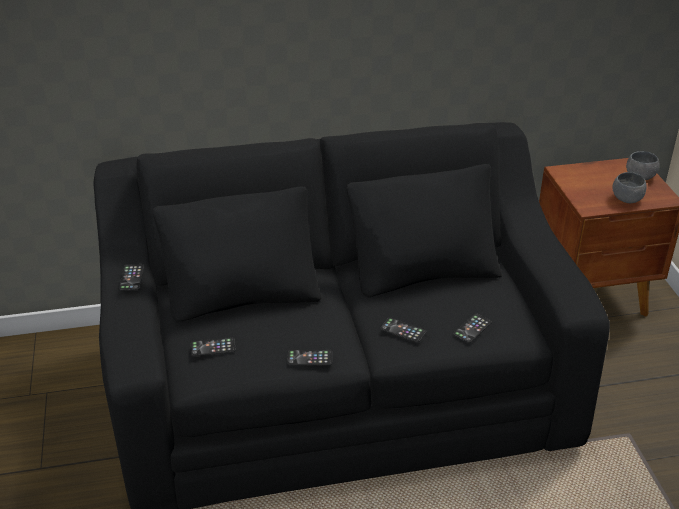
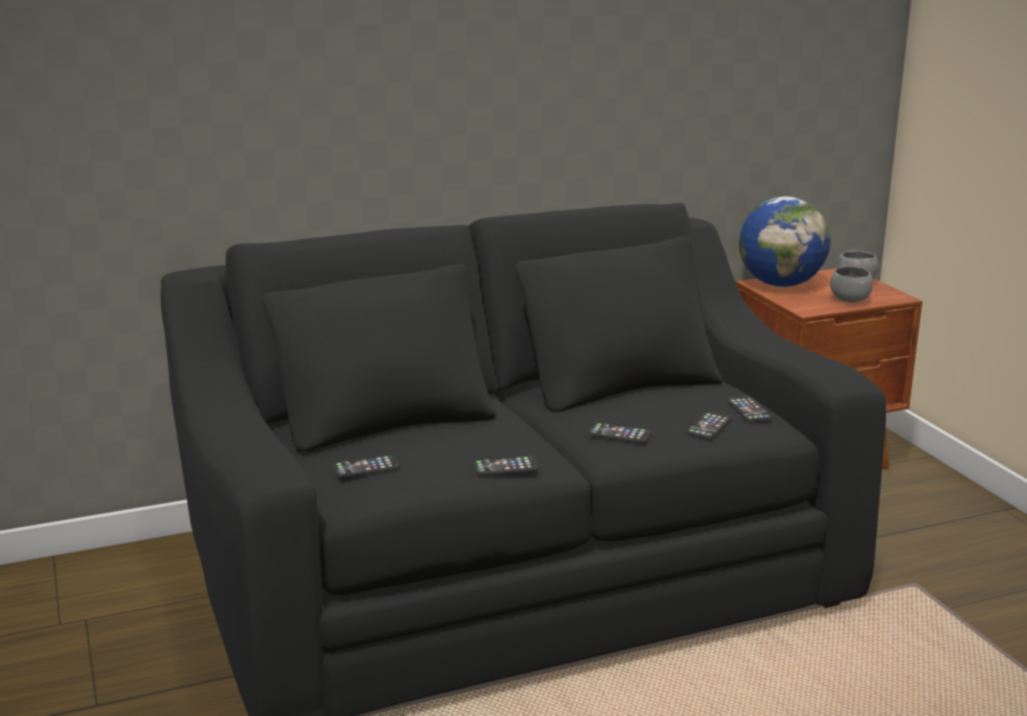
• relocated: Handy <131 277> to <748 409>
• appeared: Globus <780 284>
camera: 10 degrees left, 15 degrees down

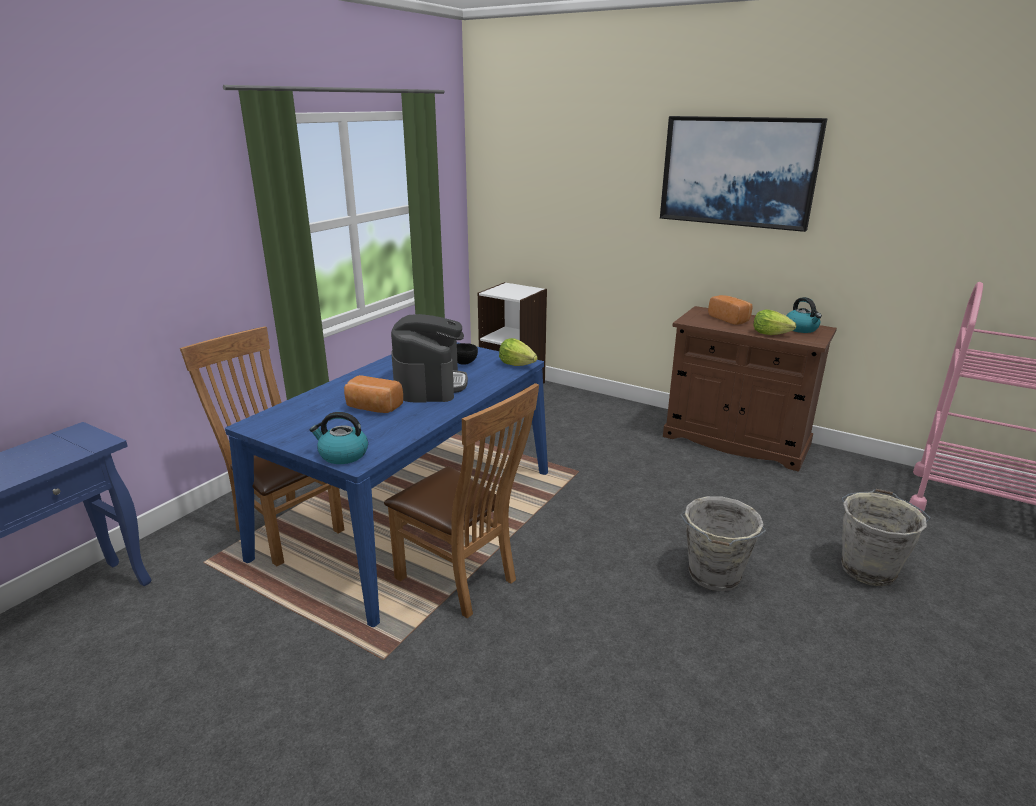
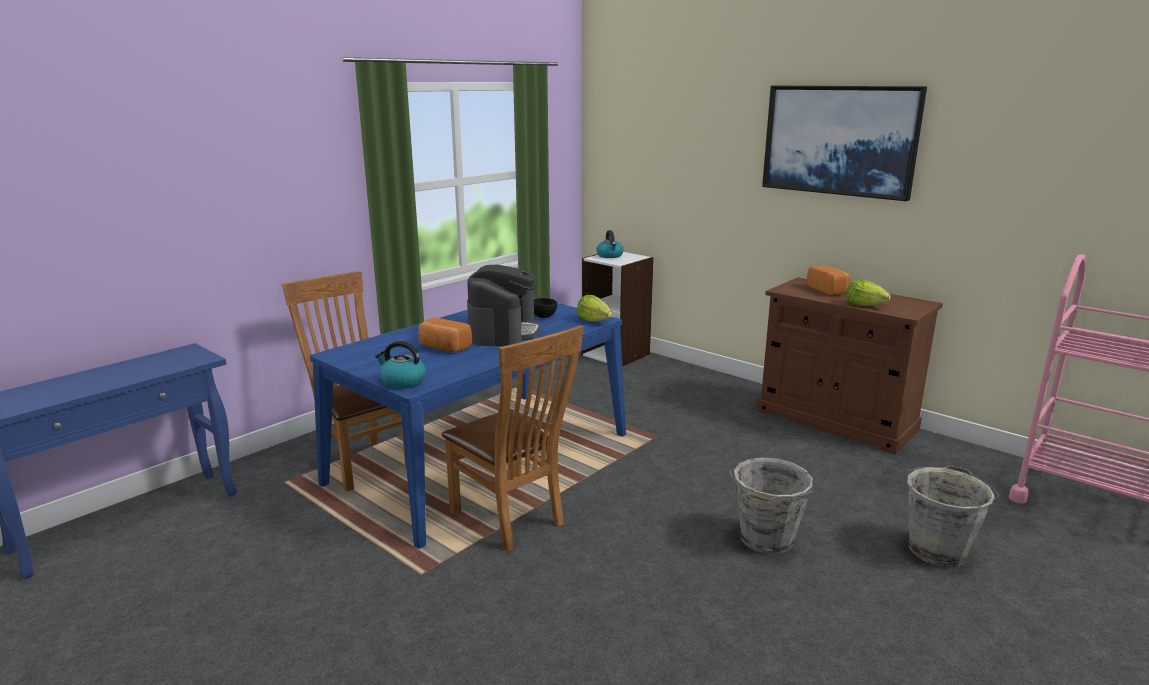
• relocated: Wasserkessel <801 329> to <610 256>
camera: 10 degrees right, 5 degrees down

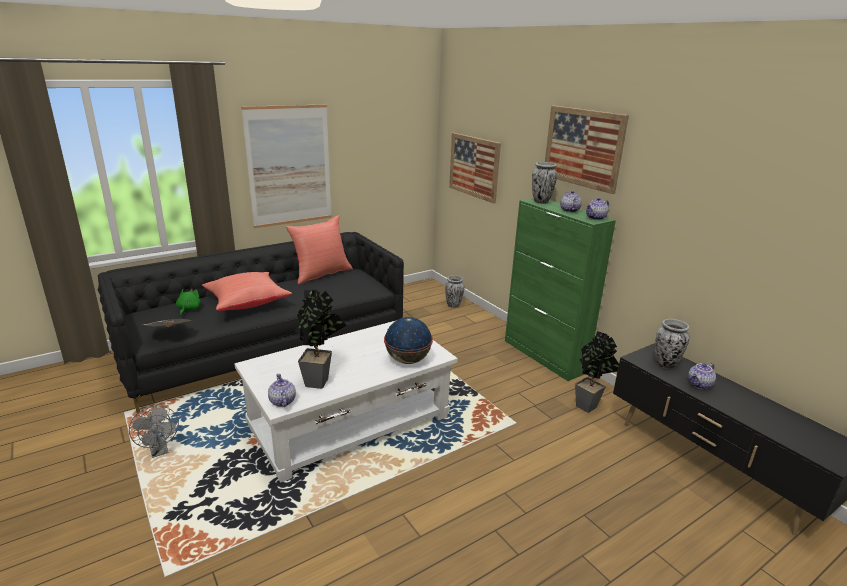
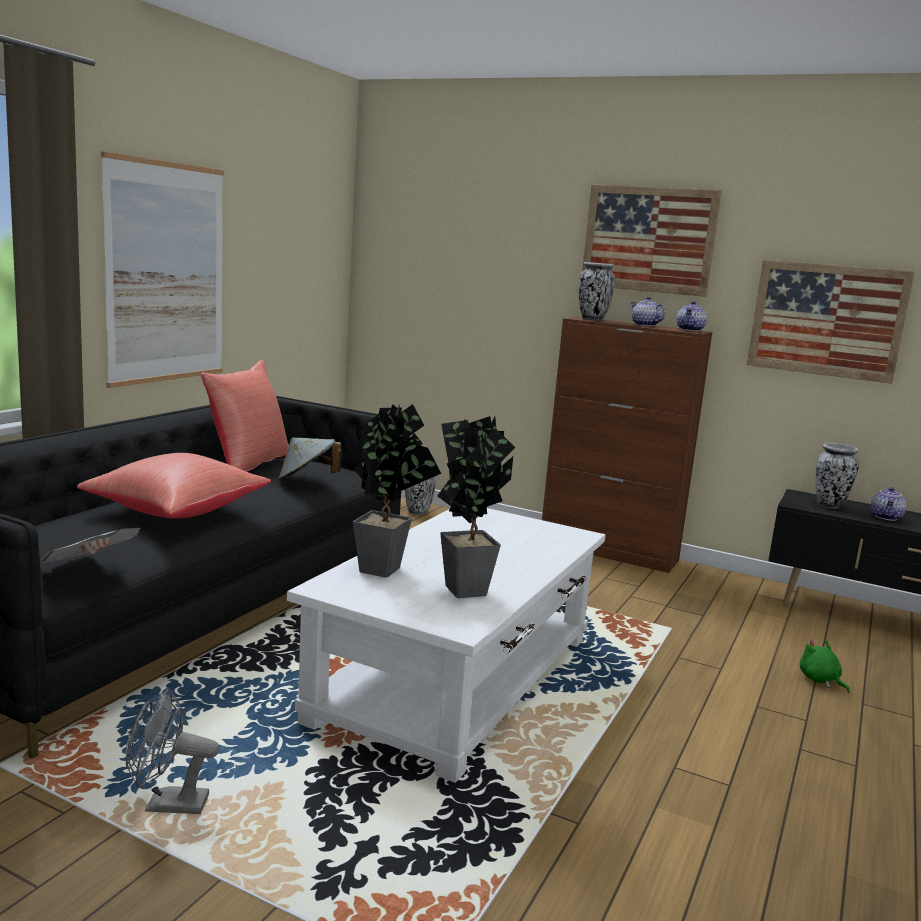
• relocated: Bild <474 166> to <826 320>
• colour: Schrank/grün <544 356> to Schrank/braun <609 552>
• relocated: Plüschtier/grün <188 309> to <820 680>
• missing: Globus <408 360>
• relocated: Topfpflanze <589 406> to <386 568>
• missing: Teekanne <282 401>
• spun: Ventilator/grau <160 451> = <167 805> 150 degrees clockwise
• appeared: Hut/grau <307 480>
camera: 30 degrees left, 10 degrees down

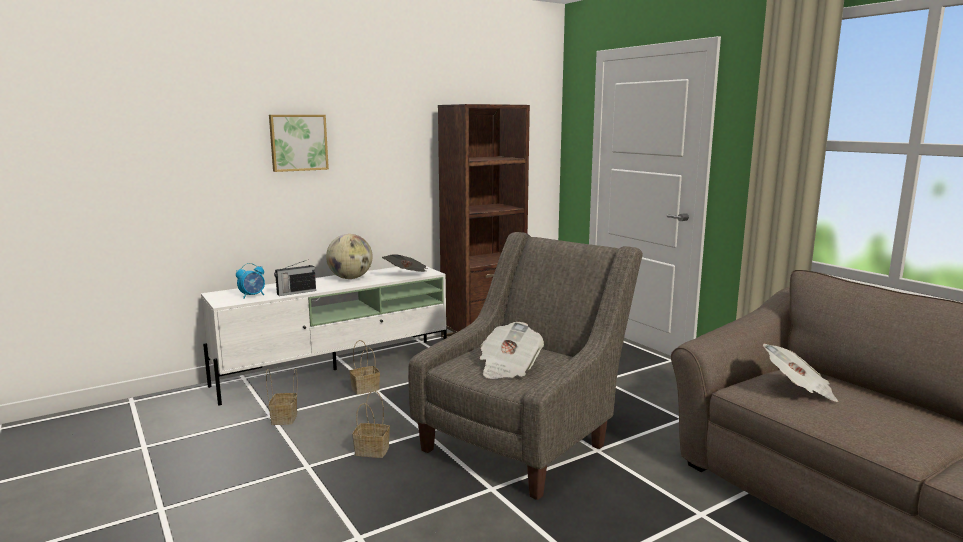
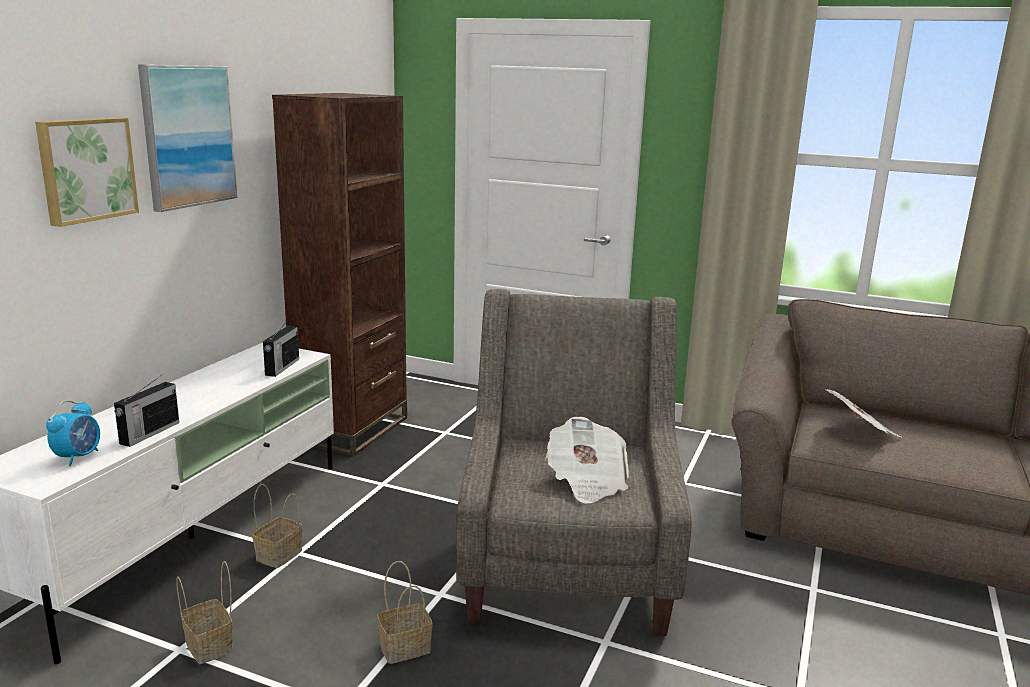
• missing: Globus <350 278>
• exchanged: Zeitung <407 276> to Radio <281 367>
• appeared: Bild <188 136>
camera: 35 degrees left, 5 degrees up

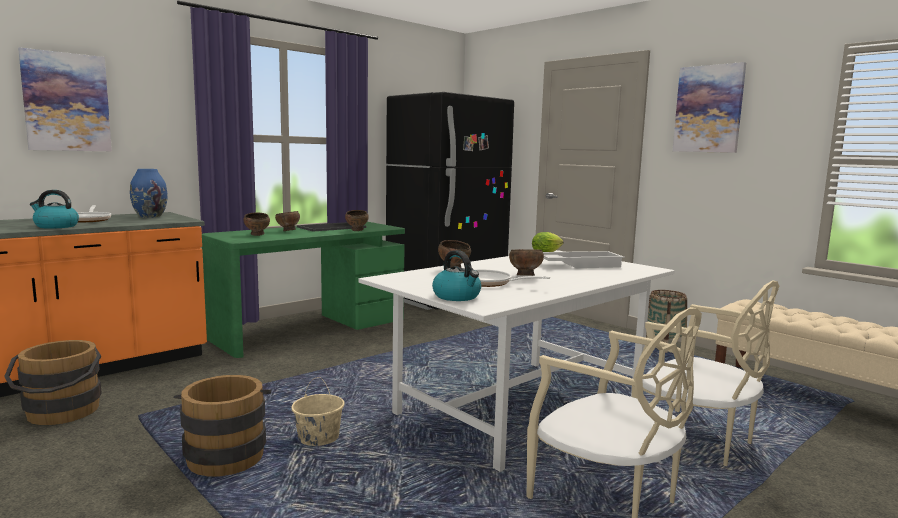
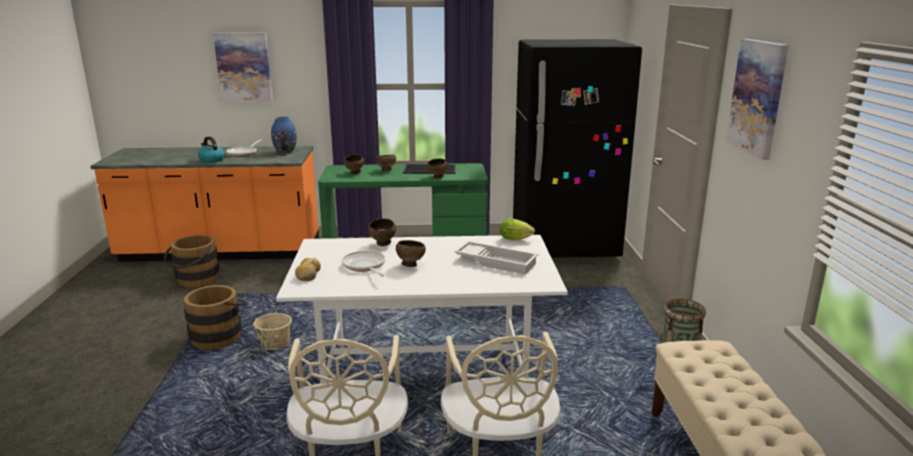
• exchanged: Wasserkessel <457 296> to Brot <308 275>
camera: 40 degrees right, 10 degrees up

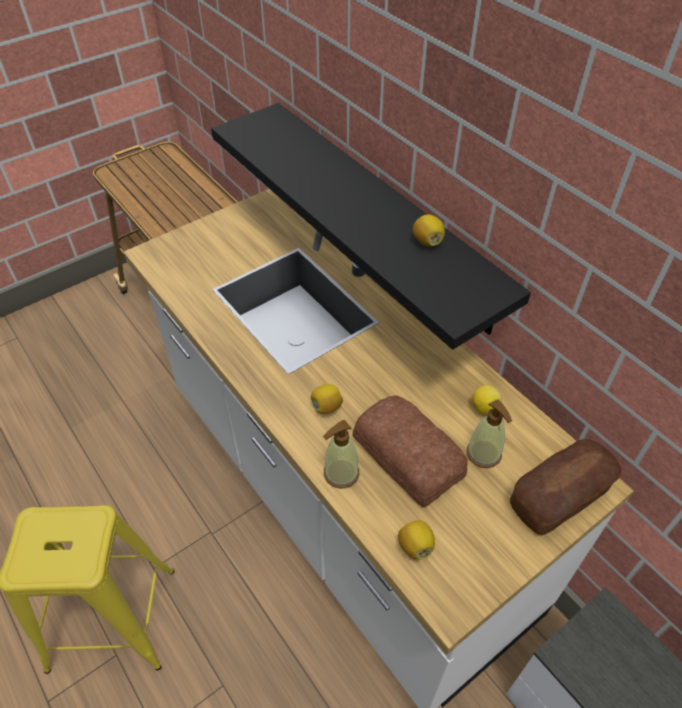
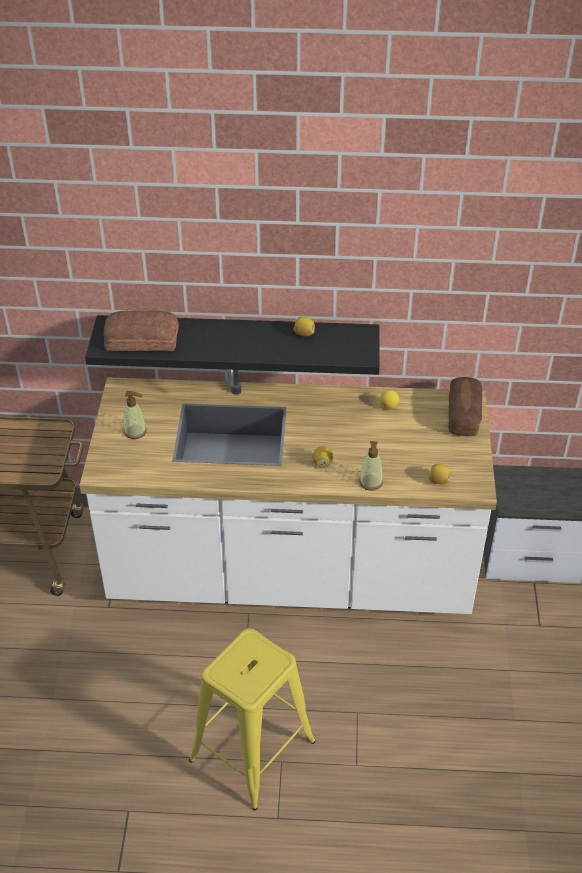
• relocated: Brot <408 454> to <141 338>
• relocated: Seifenspender <484 454> to <135 432>
camera: 50 degrees left, 5 degrees down

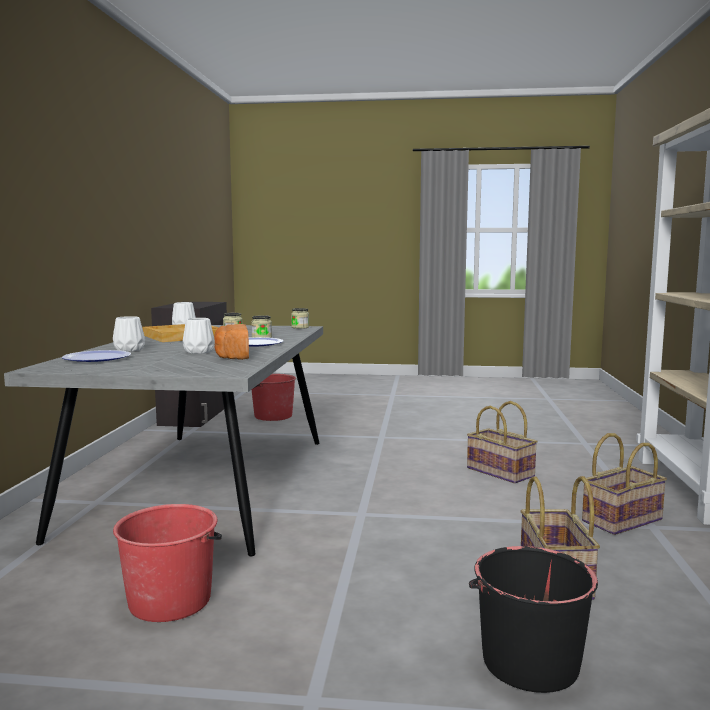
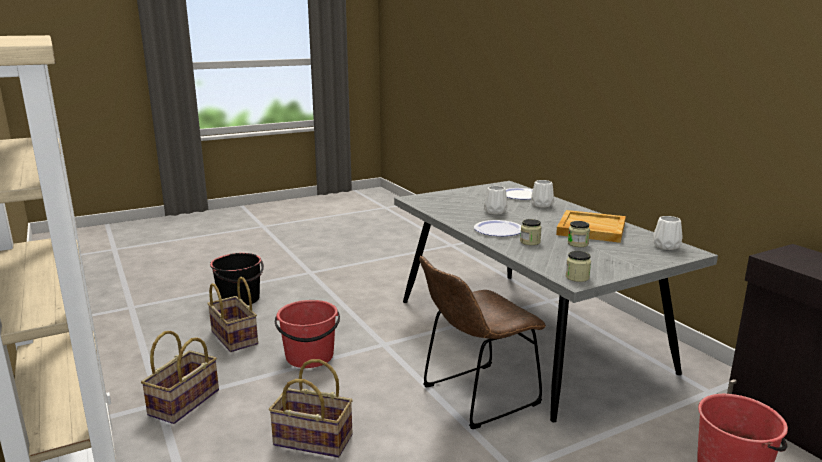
• missing: Brot <231 356>
• relocated: Eimer/rot <171 600> to <309 357>
• appeared: Stuhl/braun <475 397>
camera: 145 degrees right, 10 degrees up

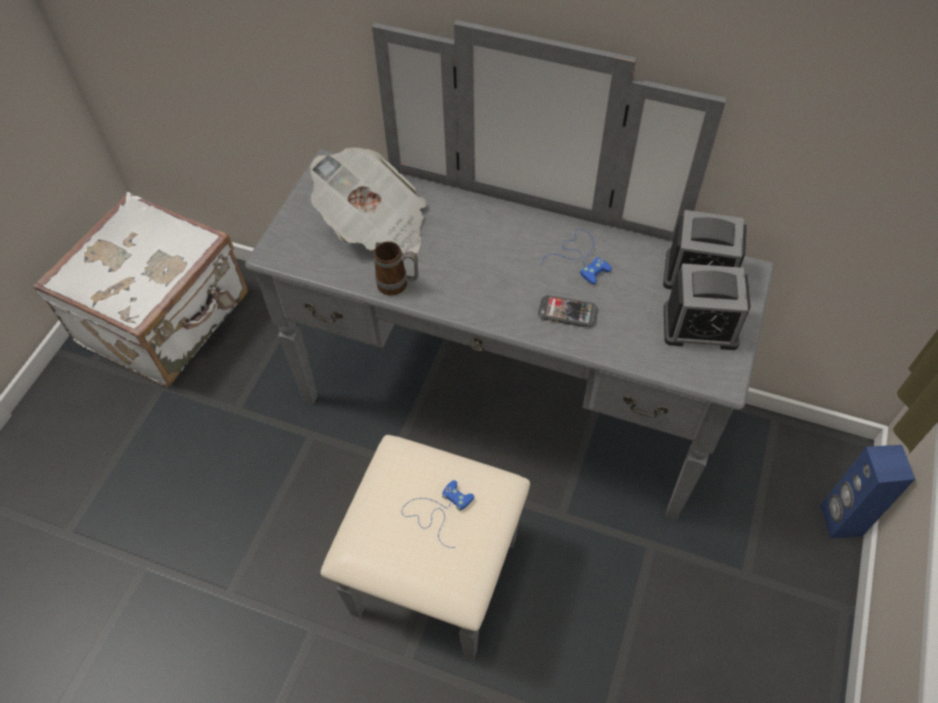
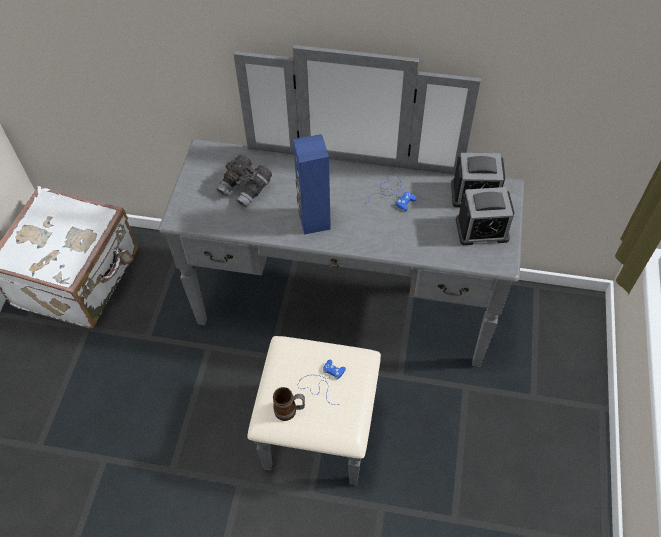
• exchanged: Zeitung <375 224> to Fernglas/grau <245 188>
• relocated: Henkelbecher <398 285> to <290 411>
• missing: Handy <567 313>
• relocated: Lautsprecher/blau <840 520> to <313 220>
camera: 10 degrees left, 0 degrees up

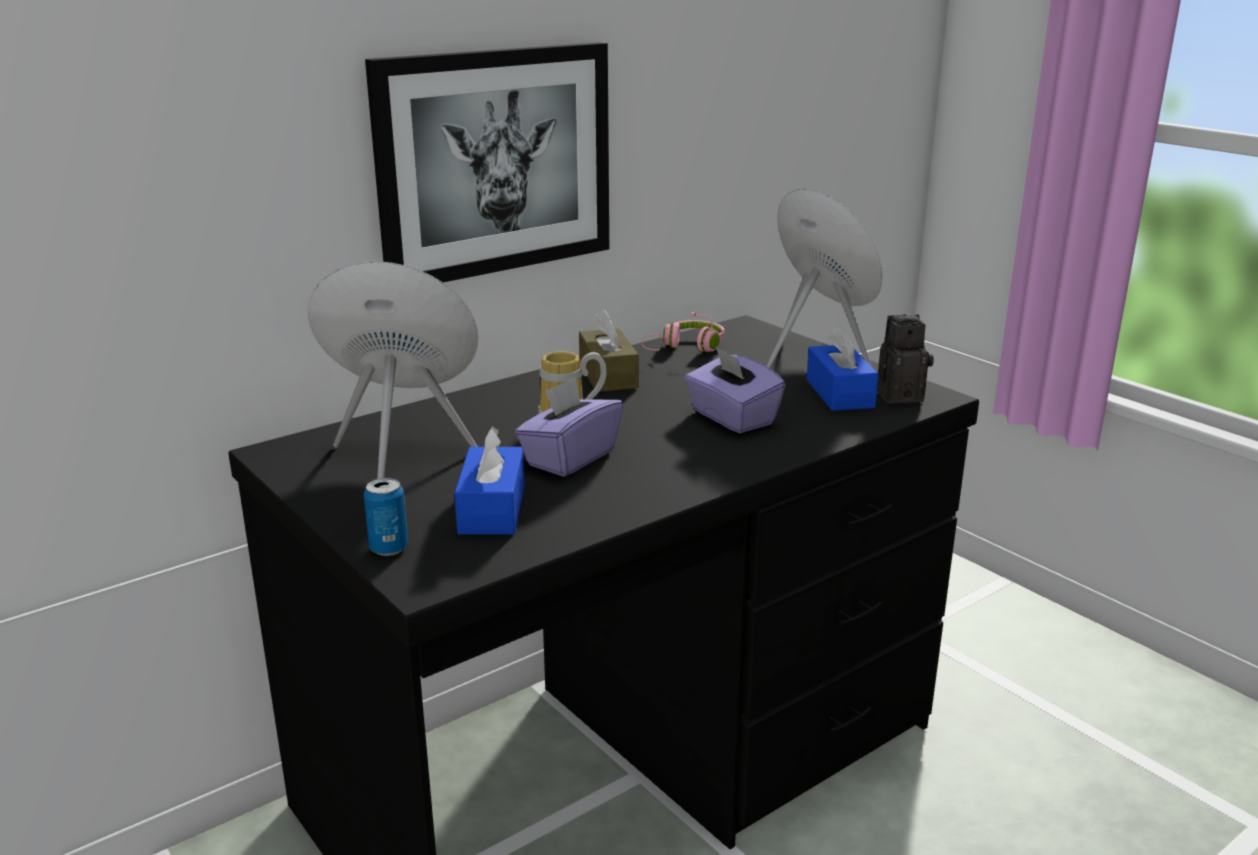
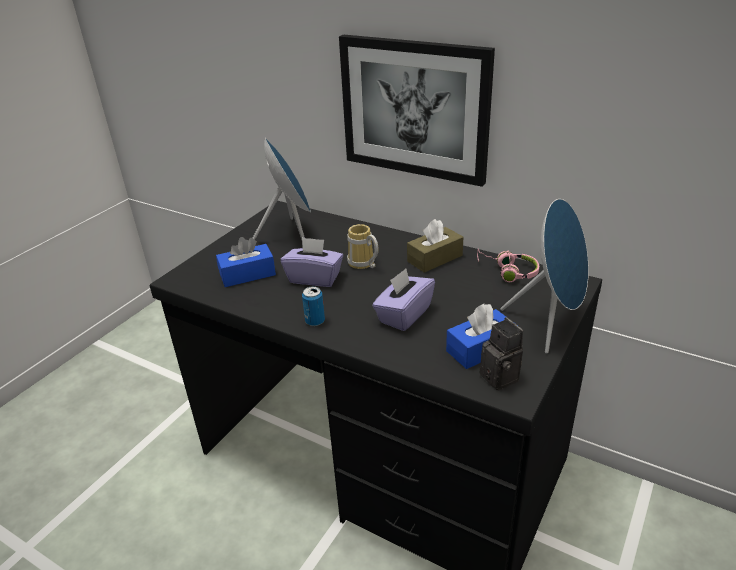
• relocated: Dose <389 548> to <315 321>
camera: 70 degrees right, 10 degrees up

